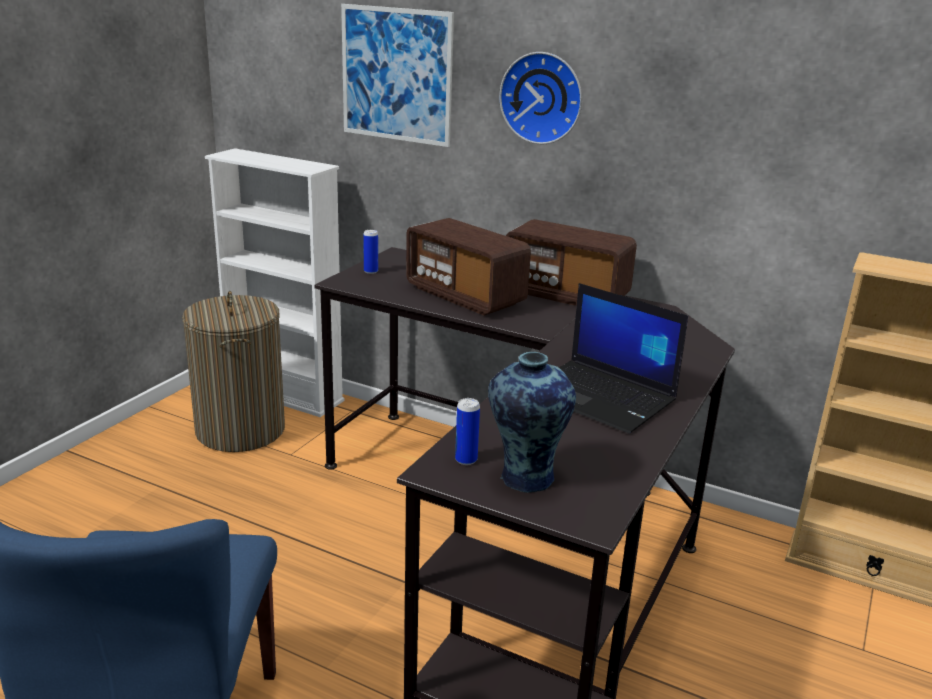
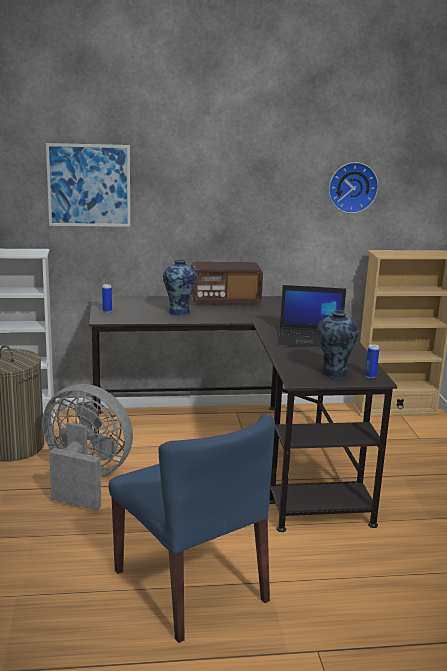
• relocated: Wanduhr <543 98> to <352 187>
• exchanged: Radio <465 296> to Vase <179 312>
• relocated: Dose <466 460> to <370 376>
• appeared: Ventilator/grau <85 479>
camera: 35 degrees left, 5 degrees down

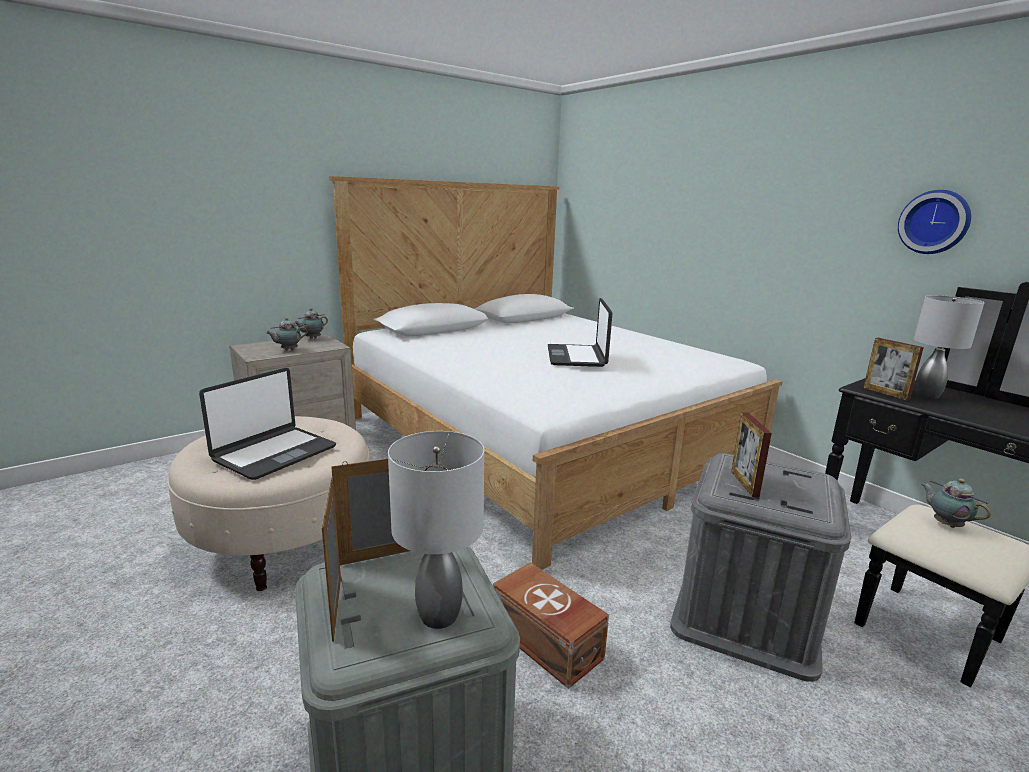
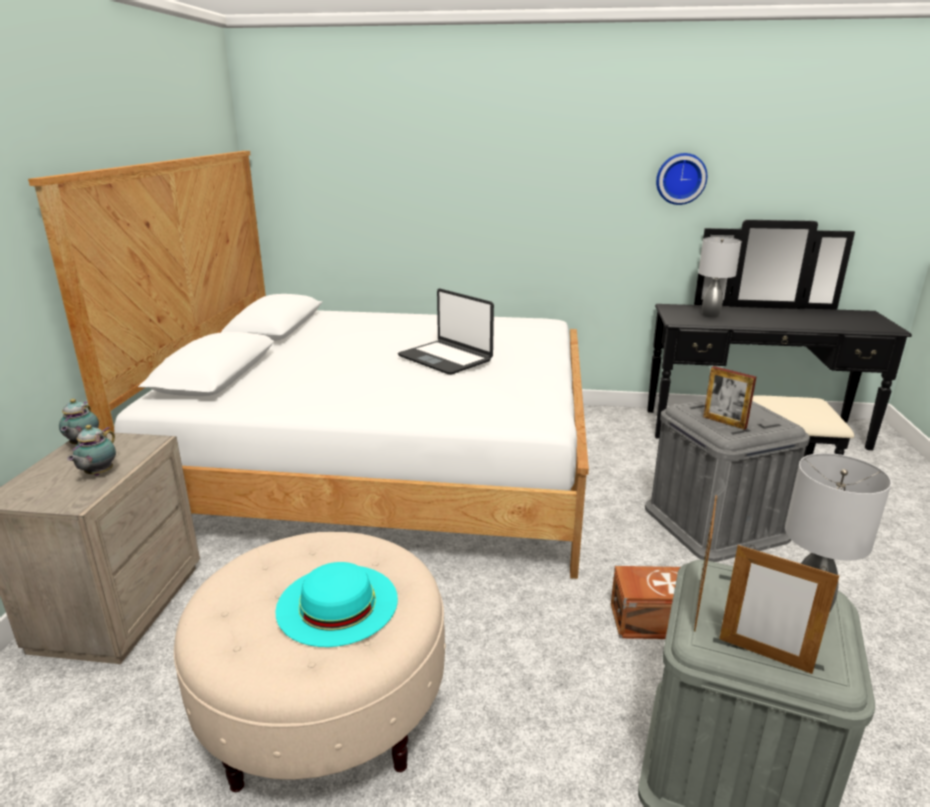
• missing: Bilderrahmen <885 393>
• exchanged: Laptop <274 453> to Hut/türkis <337 603>
• missing: Teekanne <945 524>
camera: 45 degrees left, 5 degrees up

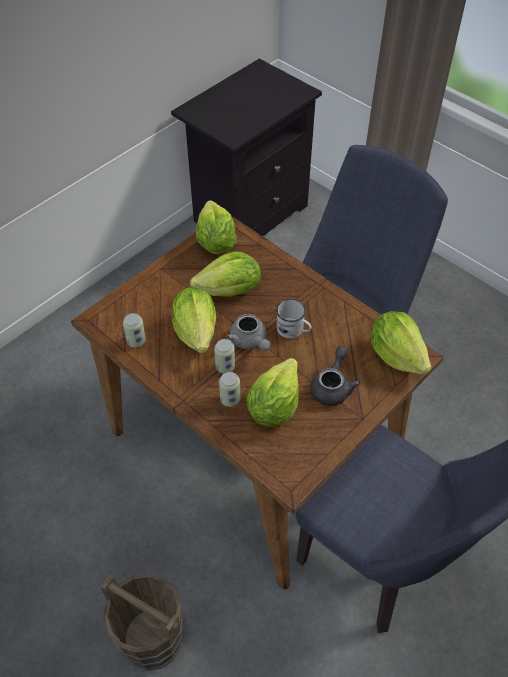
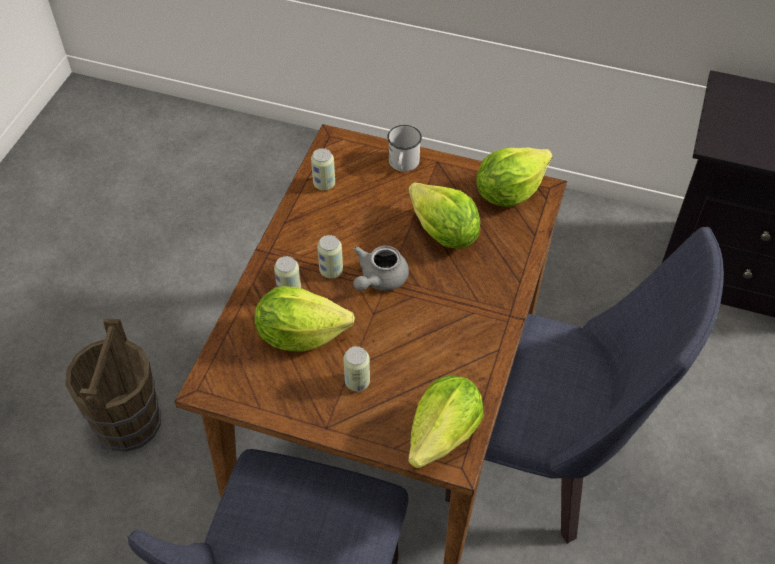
• missing: Salatkopf <196 332>
• relocated: Henkelbecher/weiß <293 330> to <403 165>
• exchanged: Teekanne/grau <332 386> to Dose <357 382>
camera: 65 degrees right, 0 degrees up

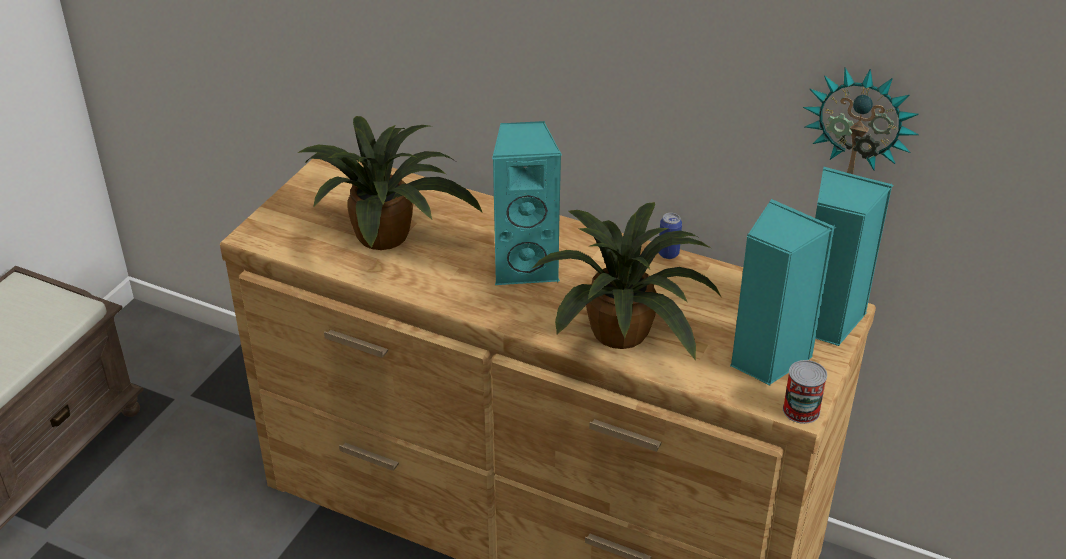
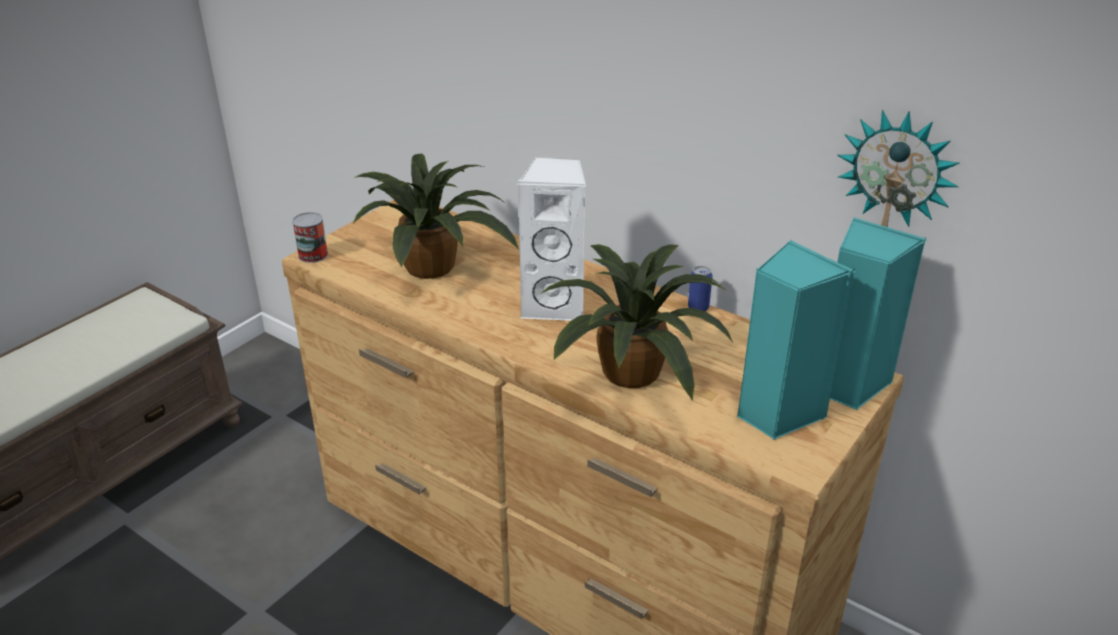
• colour: Lautsprecher/türkis <526 266> to Lautsprecher/weiß <555 305>
• relocated: Dose <801 410> to <313 255>
camera: 10 degrees right, 5 degrees down

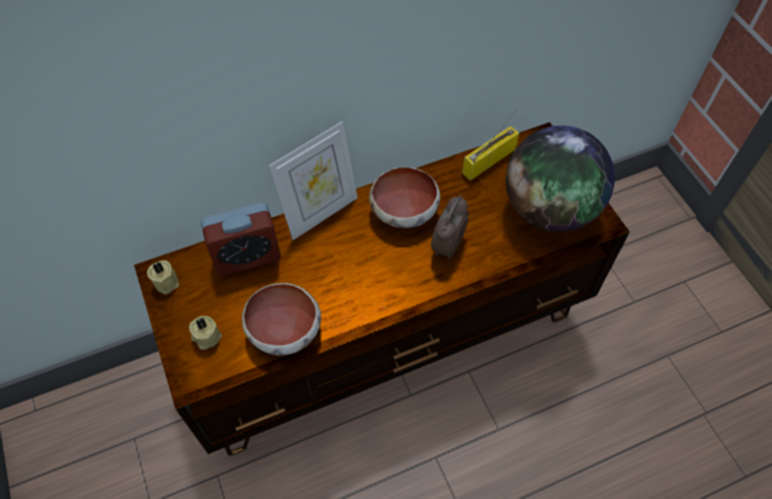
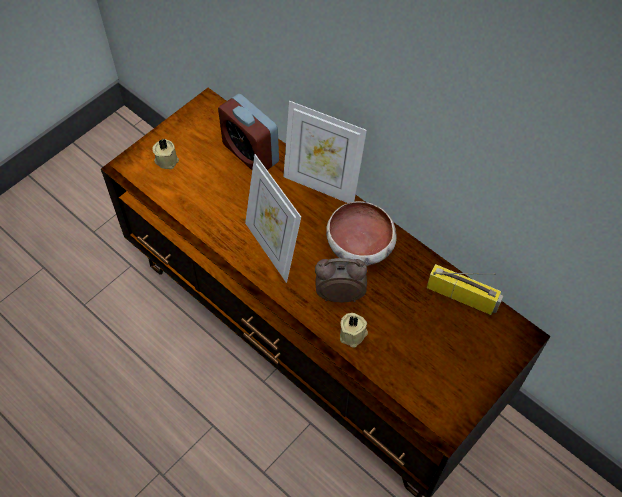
• missing: Globus <549 209>
• relocated: Kerze/beige <167 281> to <353 335>
• missing: Schüssel <286 329>
• appeared: Bilderrahmen <272 248>
camera: 65 degrees right, 0 degrees up

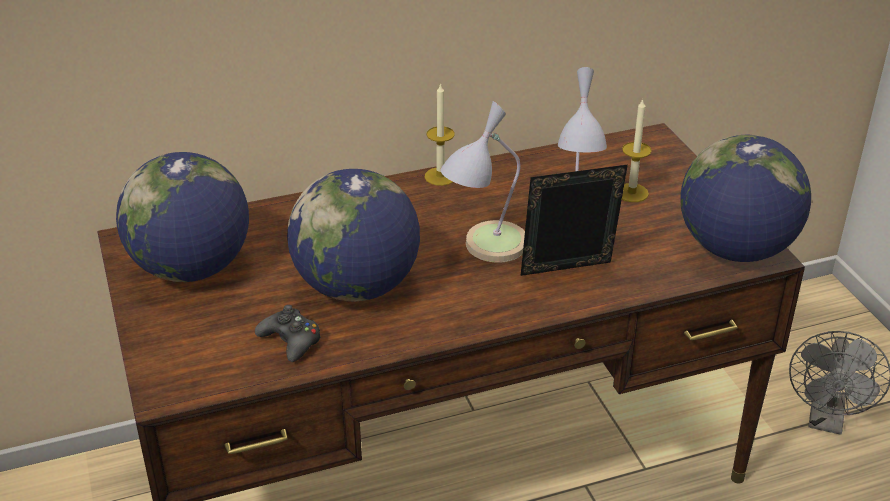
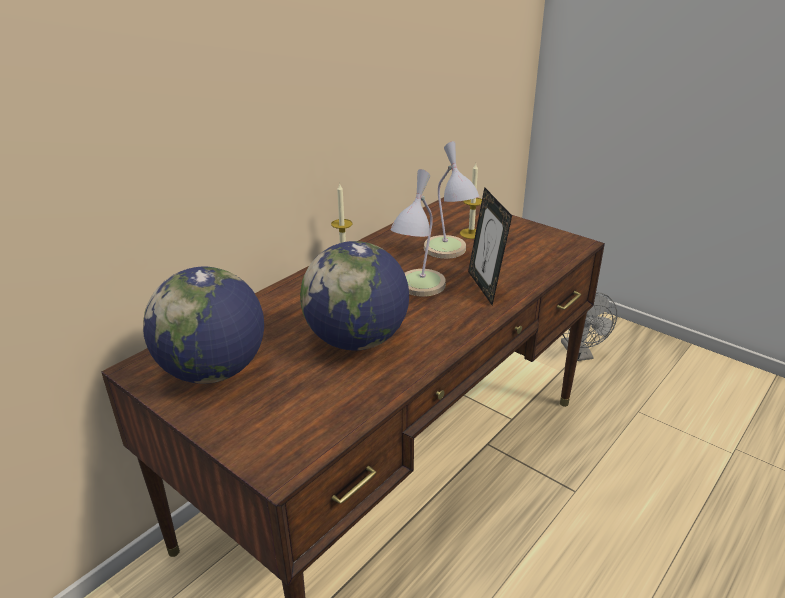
• missing: Globus <735 249>
• spun: Bilderrahmen <568 273> = <485 287> 60 degrees counterclockwise
• missing: Gamepad/schwarz <291 340>
camera: 30 degrees left, 5 degrees down

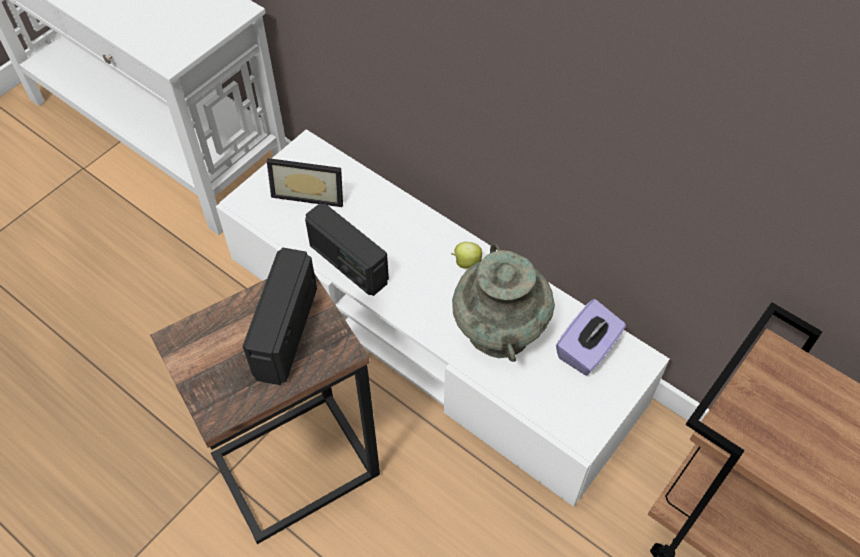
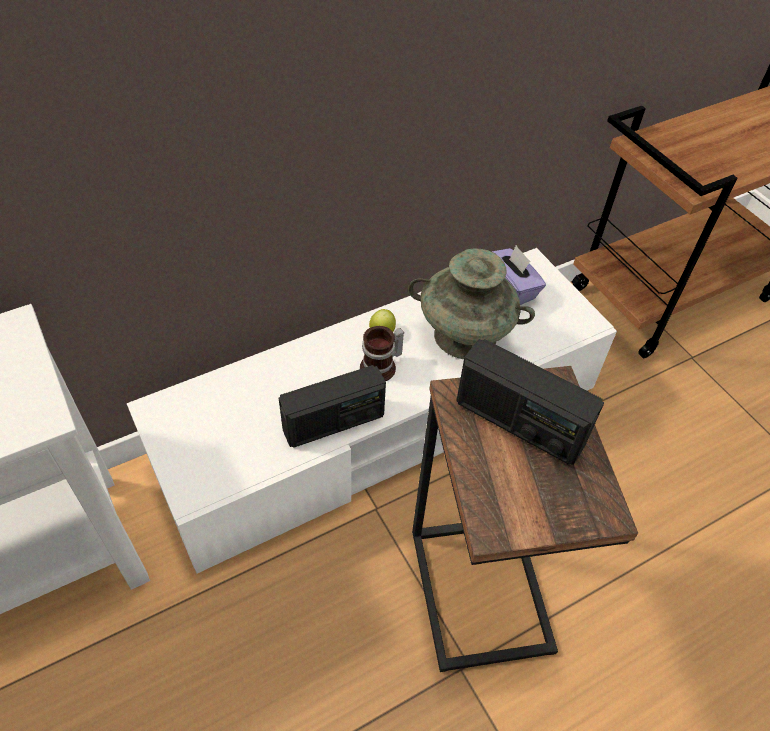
• missing: Bilderrahmen <309 192>
• appeared: Henkelbecher <382 368>
camera: 70 degrees left, 5 degrees down

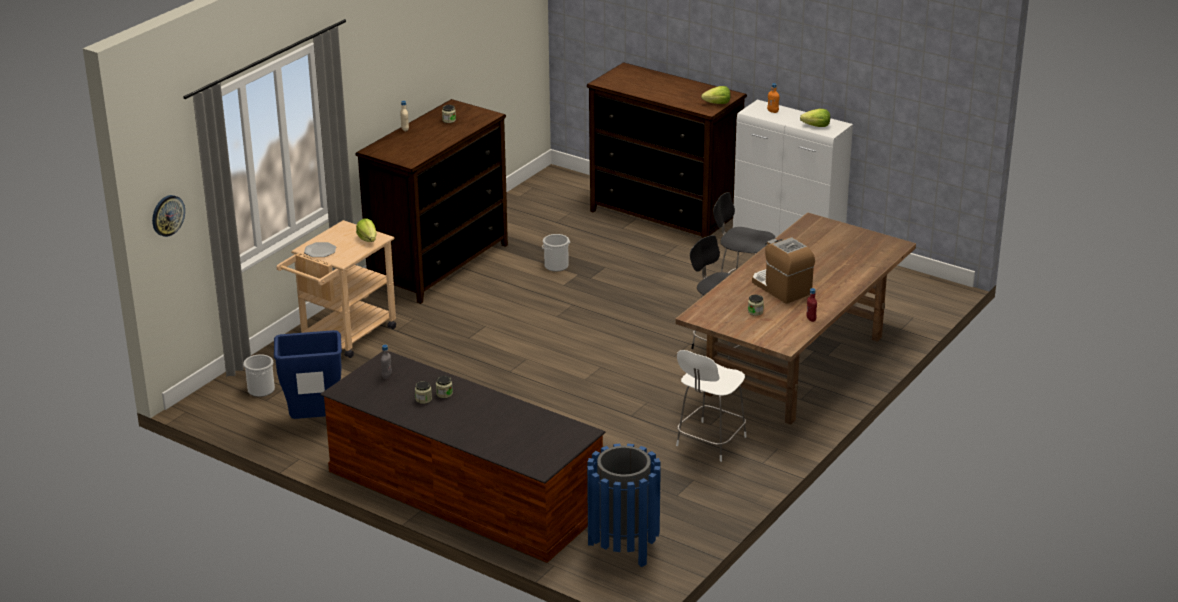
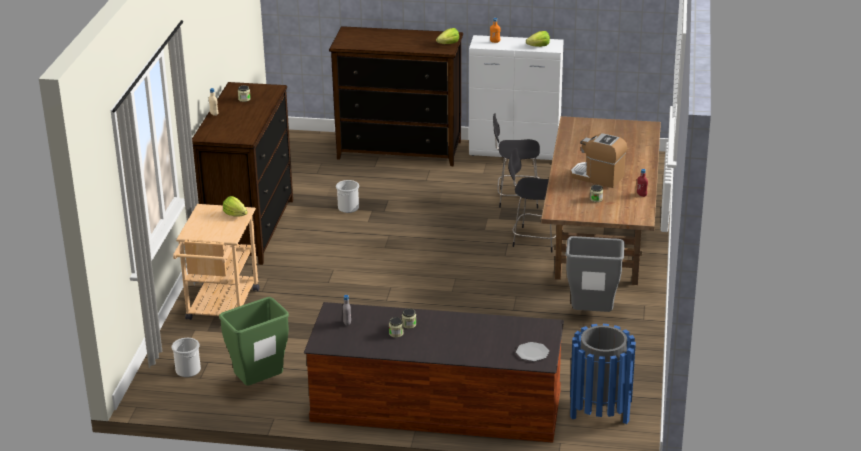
• missing: Wanduhr <167 215>
• relocated: Teller <320 251> to <532 352>
• colour: Mülleimer/blau <313 421> to Mülleimer/grün <259 384>
• exchanged: Stuhl/weiß <709 442> to Mülleimer/grau <591 314>
camera: 25 degrees left, 0 degrees up

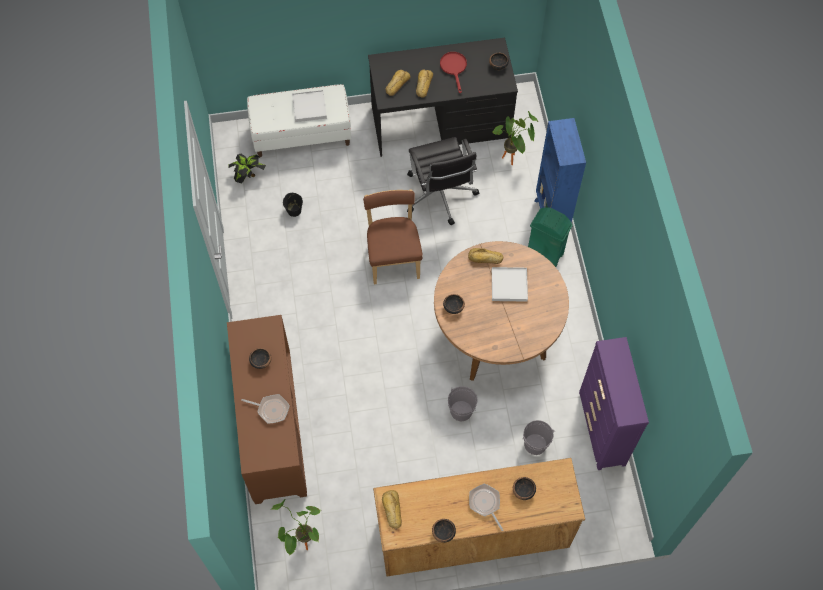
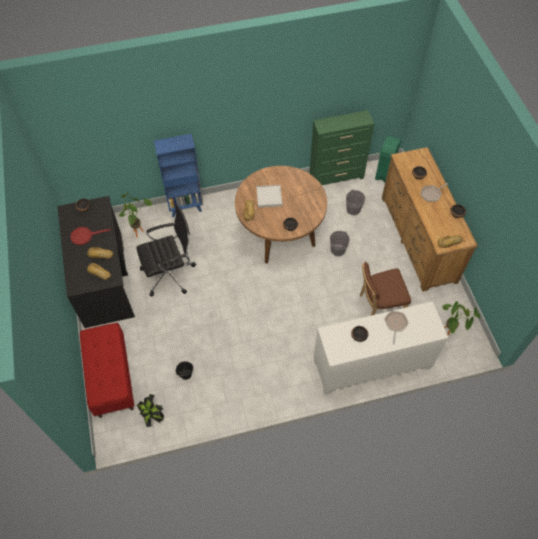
• colour: Bank/weiß <302 134> to Bank/rot <111 377>
• missing: Tablett/weiß <309 107>
• relocated: Stuhl/braun <393 257> to <379 306>
• relocated: Mülleimer/grün <544 253> to <384 174>
• colour: Schrank/braun <272 428> to Schrank/weiß <372 365>
• colour: Kommode/lila <602 429> to Kommode/grün <336 177>
camera: 95 degrees left, 5 degrees down

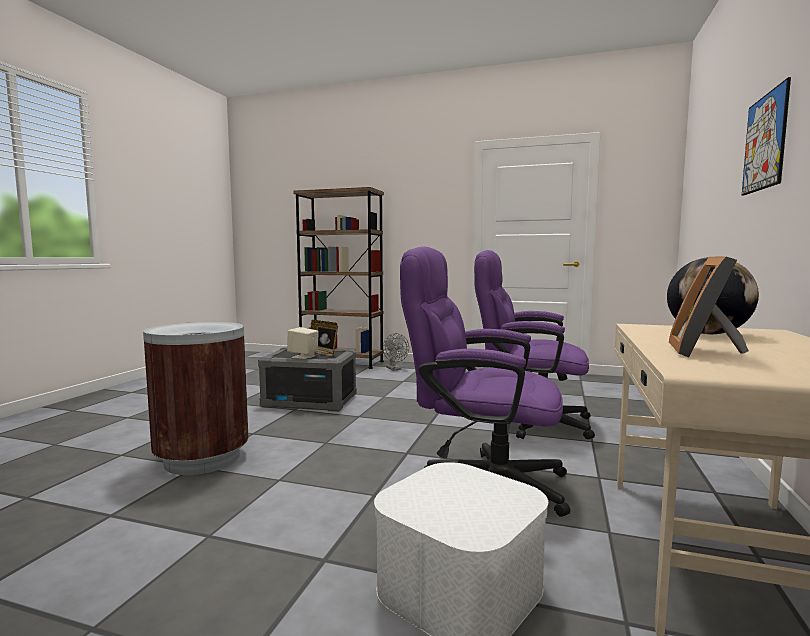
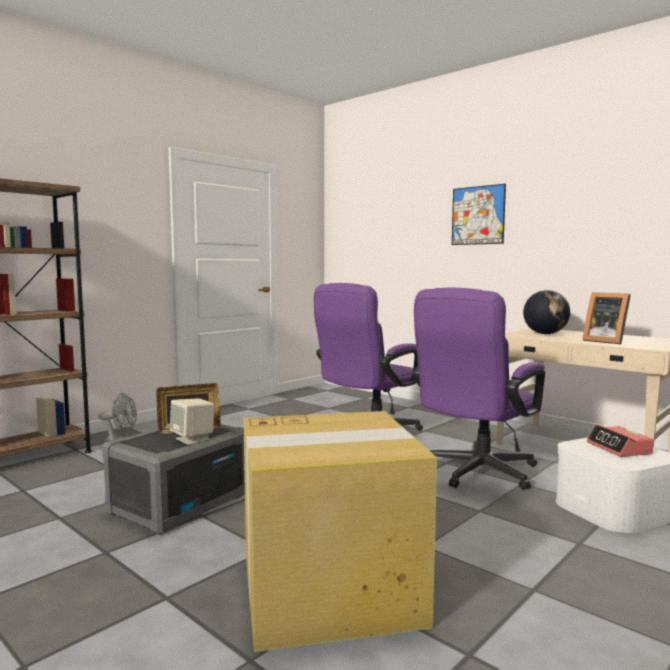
• exchanged: Mülleimer/braun <202 459> to Karton <331 588>
• appeared: Wecker <619 448>
camera: 65 degrees left, 0 degrees up

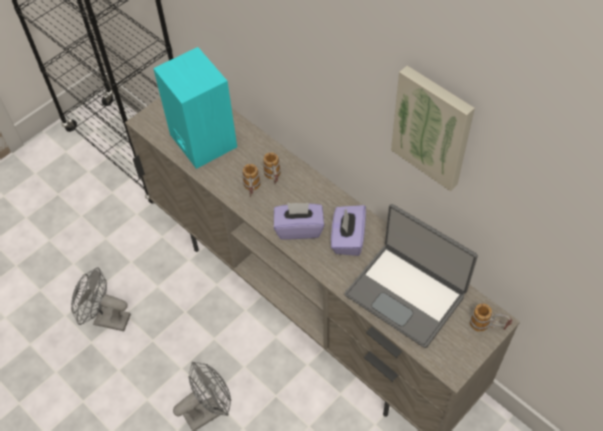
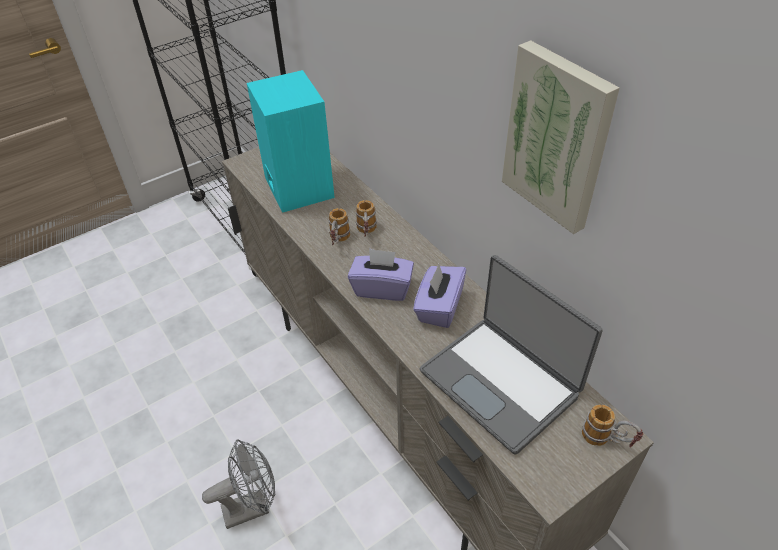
• missing: Ventilator/grau <106 319>
camera: 10 degrees right, 10 degrees down

